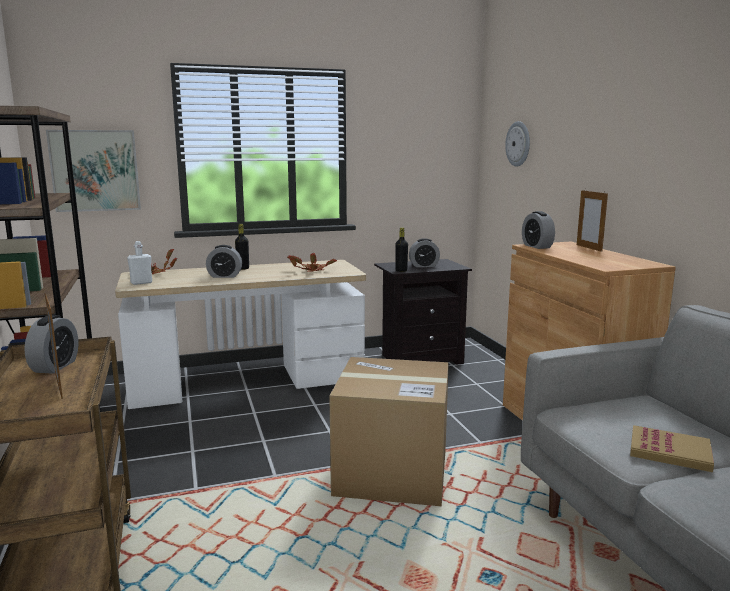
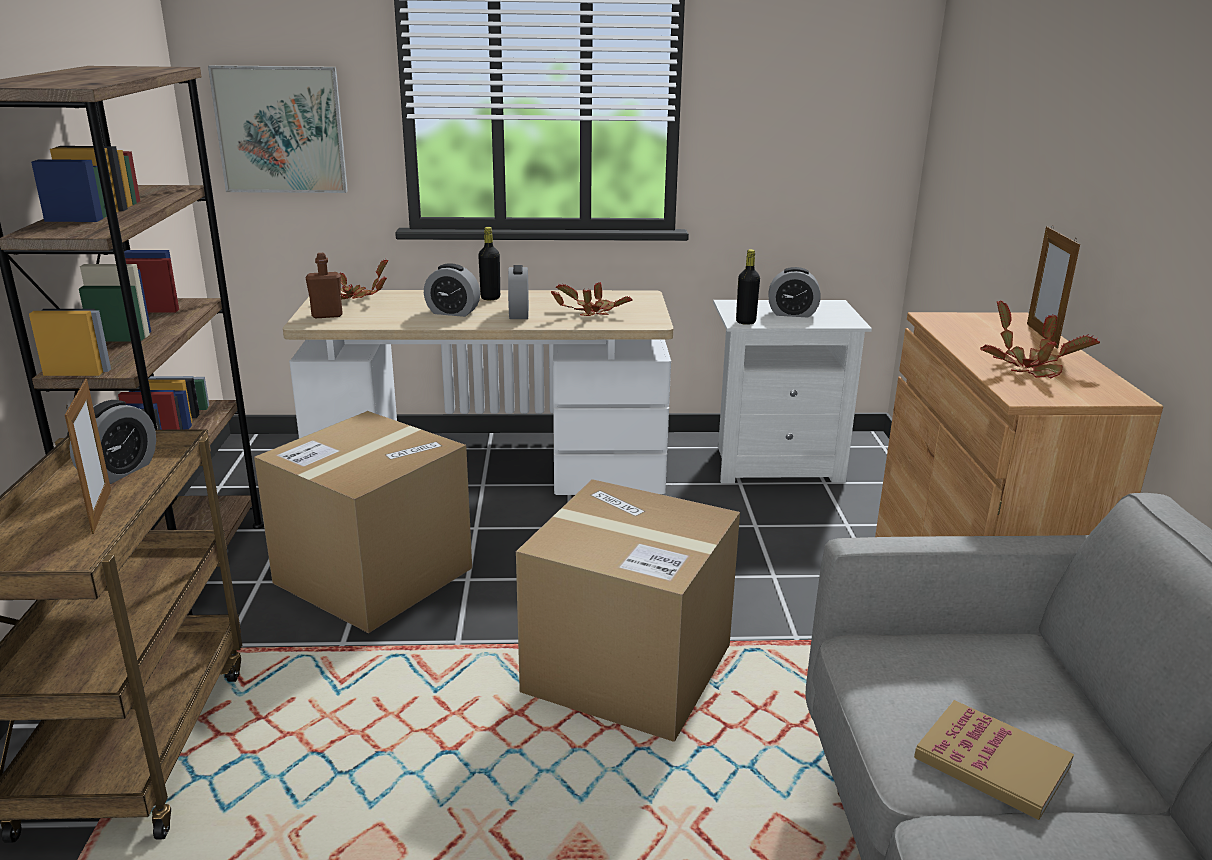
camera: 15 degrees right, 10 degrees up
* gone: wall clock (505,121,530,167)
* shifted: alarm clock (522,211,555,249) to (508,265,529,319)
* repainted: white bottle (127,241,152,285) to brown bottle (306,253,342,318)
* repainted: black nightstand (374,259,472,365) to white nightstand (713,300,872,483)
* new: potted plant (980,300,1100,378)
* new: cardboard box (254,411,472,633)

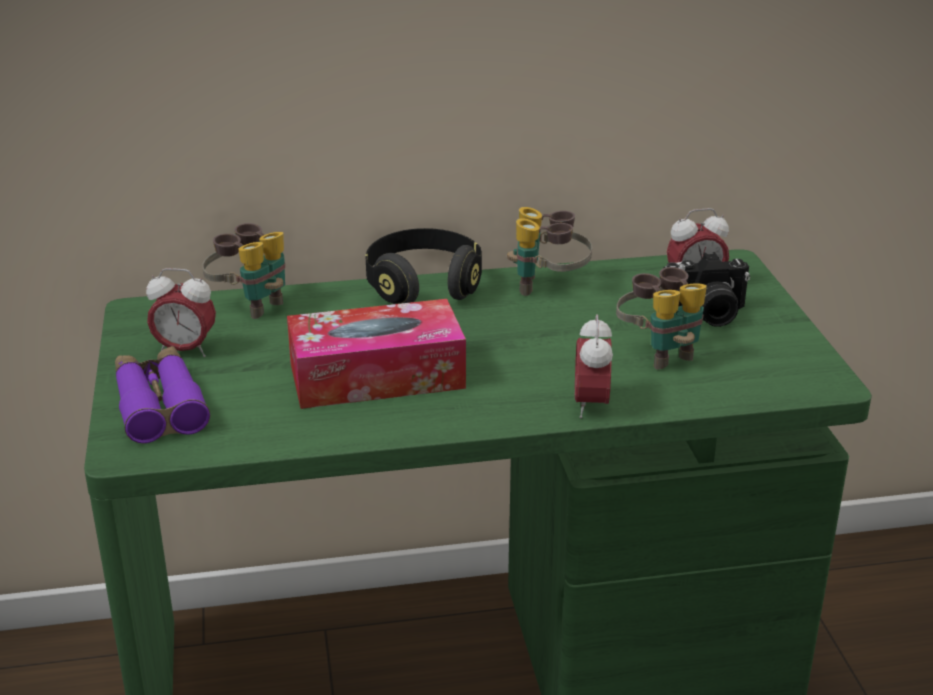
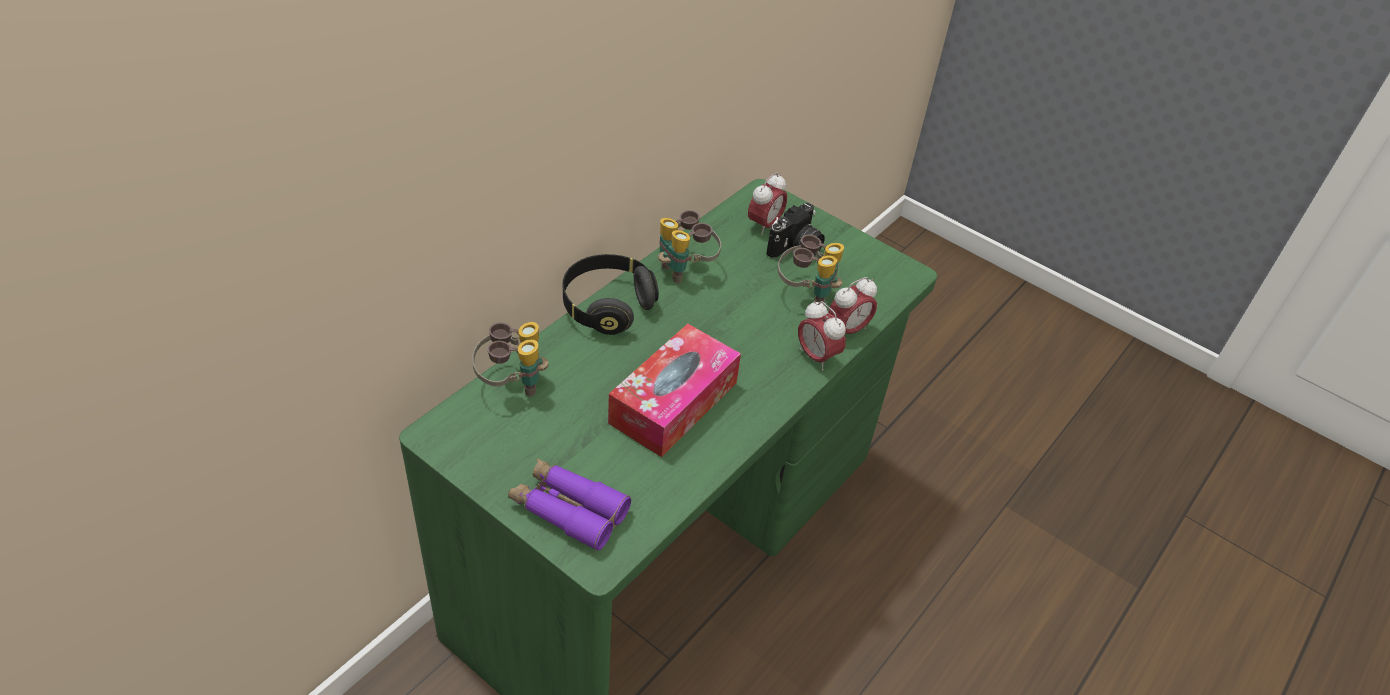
camera: 45 degrees left, 15 degrees up
* shifted: alarm clock (146,268,216,357) to (828,277,877,334)

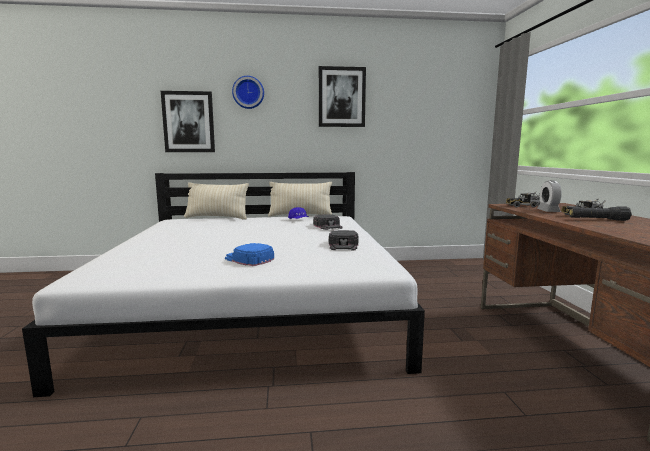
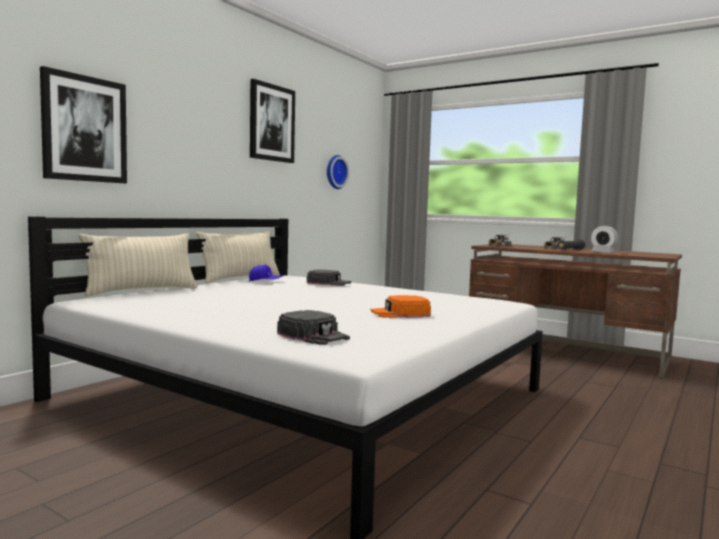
camera: 50 degrees left, 5 degrees down
* shifted: wall clock (232,76,264,109) to (327,155,349,189)
* shifted: alarm clock (537,180,562,212) to (591,225,618,253)
* shifted: black cap (329,230,358,251) to (277,310,350,345)
* repainted: blue cap (225,243,274,266) to orange cap (371,295,431,318)

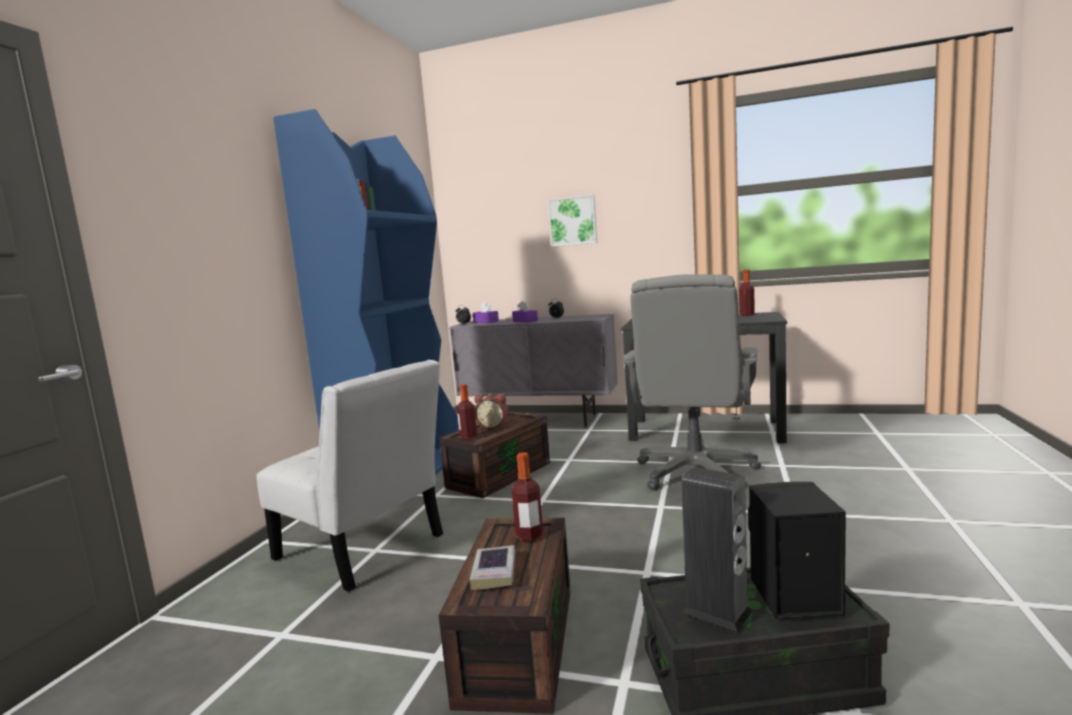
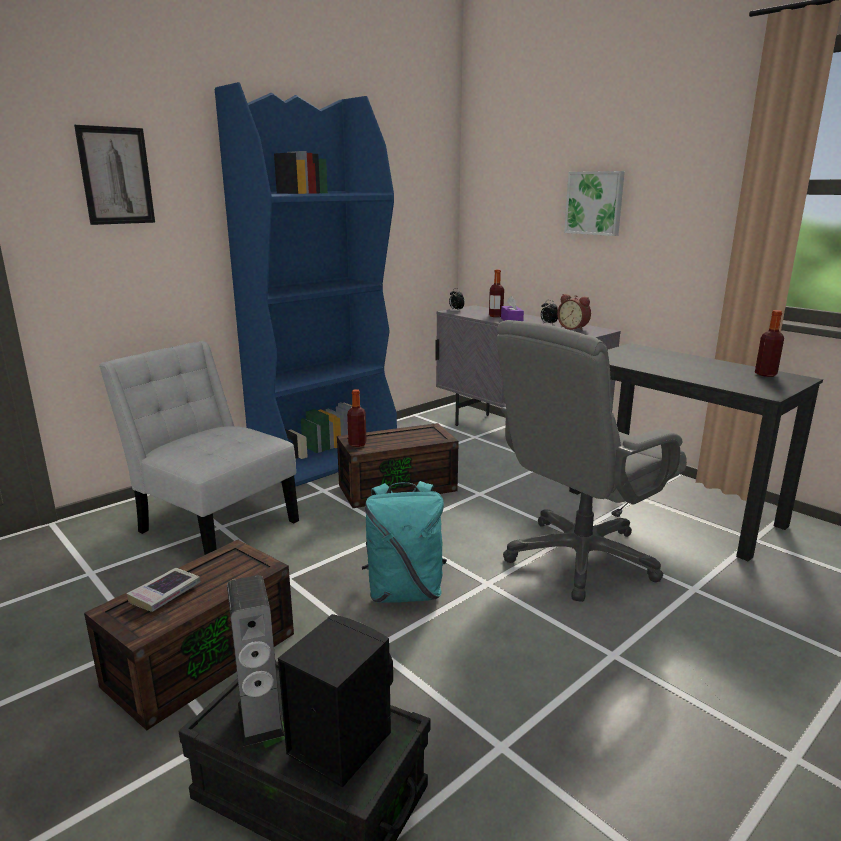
camera: 30 degrees right, 10 degrees up
* gone: purple tissue box (473,302,499,323)
* rotated: white chair (256,360,443,592) = (99,341,299,555) 150 degrees clockwise
* shifted: alarm clock (474,394,508,429) to (557,294,591,331)
* shifted: bottle (512,452,543,541) to (489,269,504,317)
* new: picture (74,125,155,225)
* new: turquoise backpack (362,481,447,603)

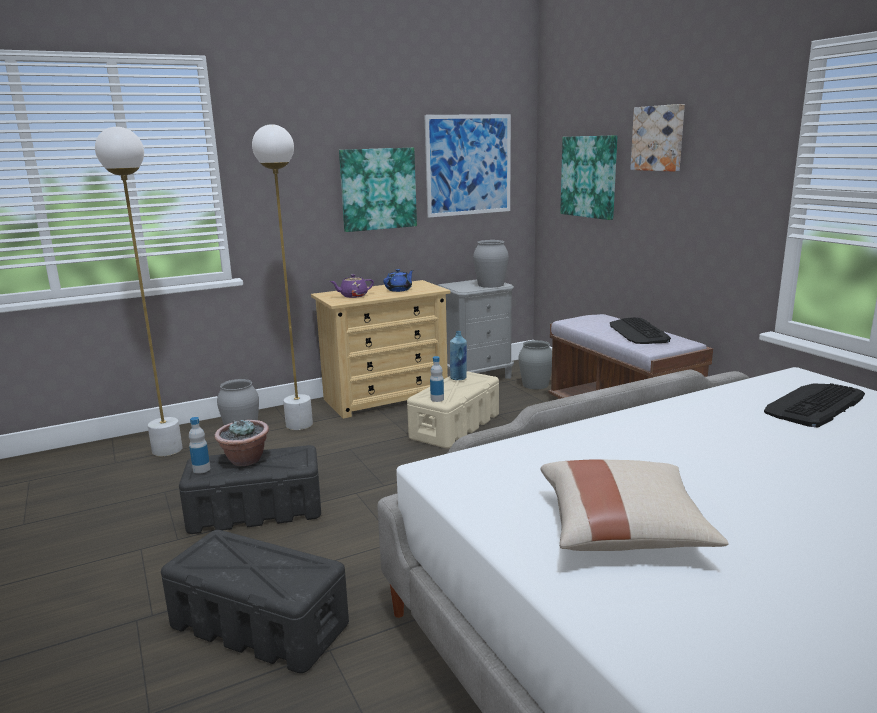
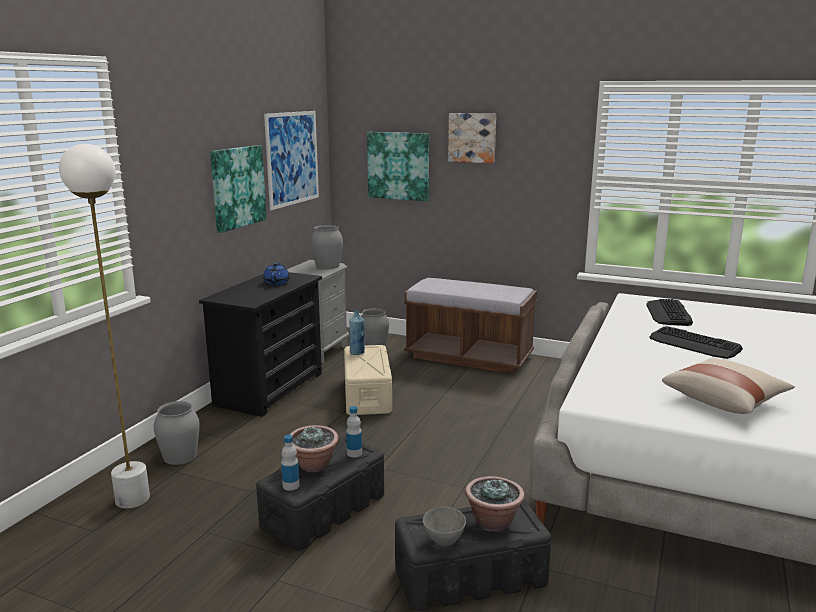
camera: 40 degrees left, 0 degrees up
* gone: white floor lamp (252,124,313,430)
* gone: purple teapot (330,274,374,298)
* repainted: beige dresser (311,280,451,419) to black dresser (199,272,322,417)
* shifted: keyboard (610,317,671,344) to (649,326,743,359)
* shifted: bottle (430,356,444,402) to (346,406,362,458)
* new: potted plant (465,476,524,531)
* new: grey bowl (423,507,466,546)

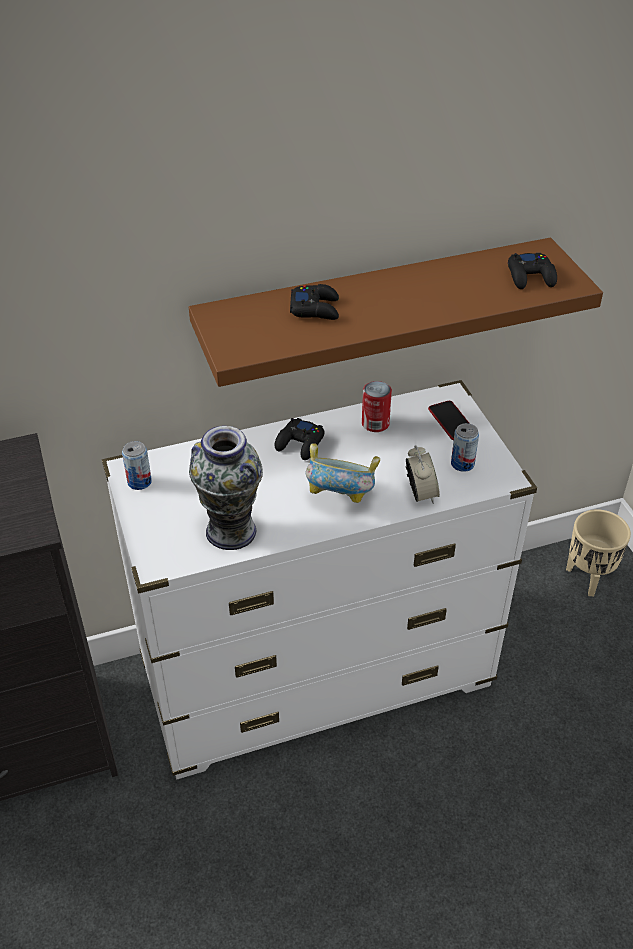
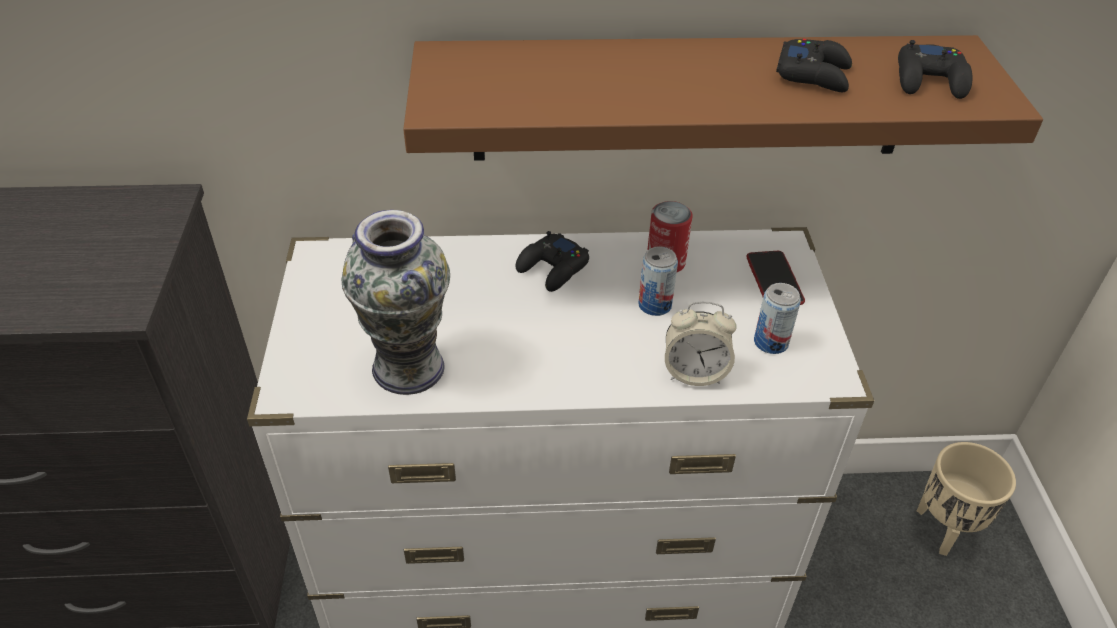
camera: 15 degrees right, 0 degrees up
* shifted: black game controller (290,284,339,320) to (776,39,852,92)
* shifted: can (122,441,152,490) to (638,246,678,316)
* gone: bowl (305,443,380,503)
* rotated: alarm clock (406,445,440,504) = (665,301,737,386) 90 degrees clockwise

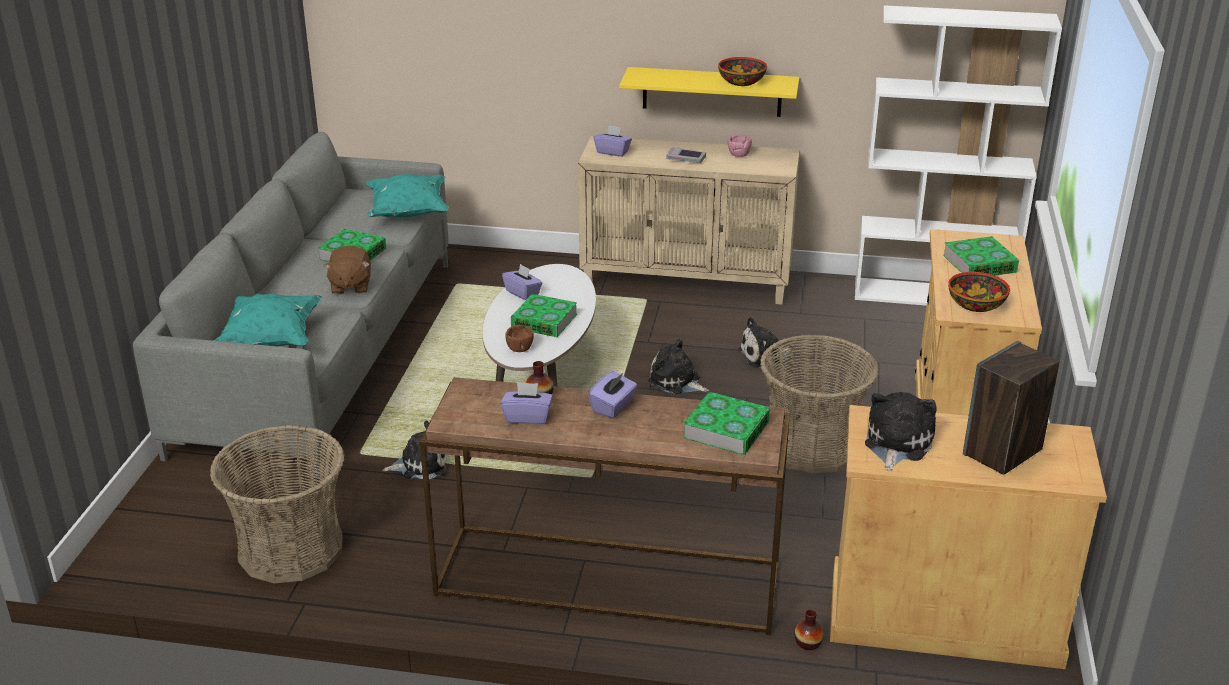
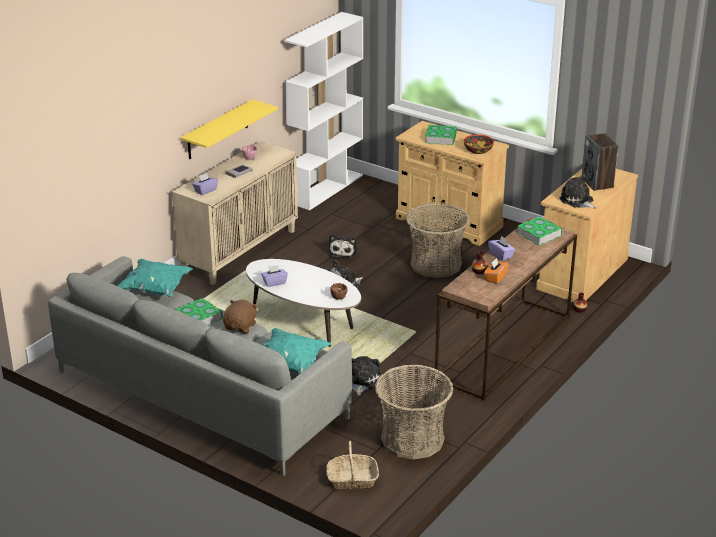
camera: 65 degrees left, 0 degrees up
* gone: bowl (718,57,767,86)
* rotated: brown plush toy (323,246,371,295) = (223,300,258,333) 90 degrees counterclockwise
* gone: book (511,294,577,337)
* repainted: purple tissue box (500,382,553,425) to orange tissue box (484,258,508,284)
* new: basket (326,441,379,489)

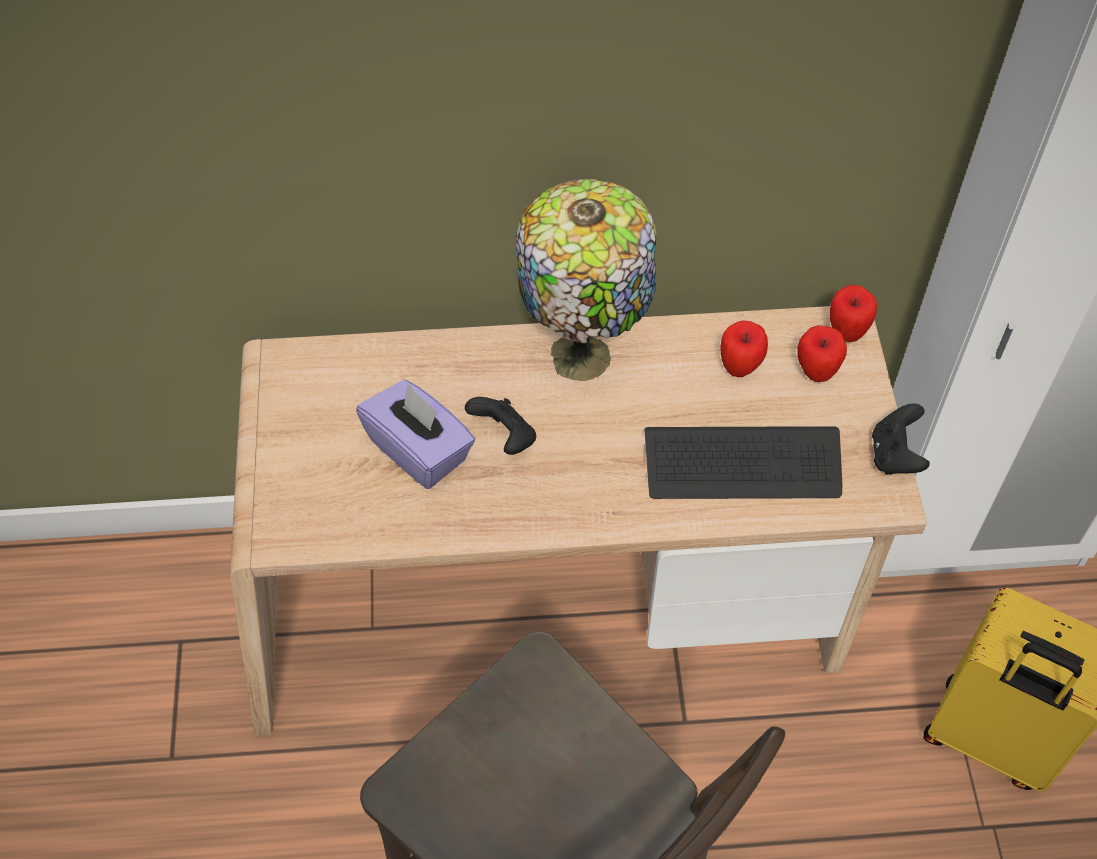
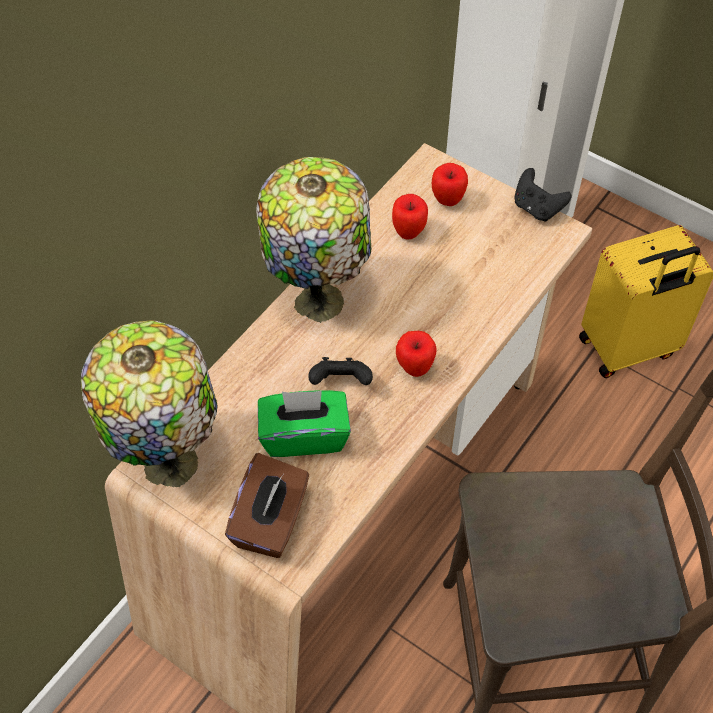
camera: 50 degrees left, 0 degrees up
* shifted: apple (830,285,877,342) to (396,331,436,377)
* repainted: purple tissue box (356,380,475,489) to green tissue box (258,390,351,457)
* gone: keyboard (645,426,842,499)
* new: table lamp (81,320,217,487)
* new: brown tissue box (225,453,309,558)

